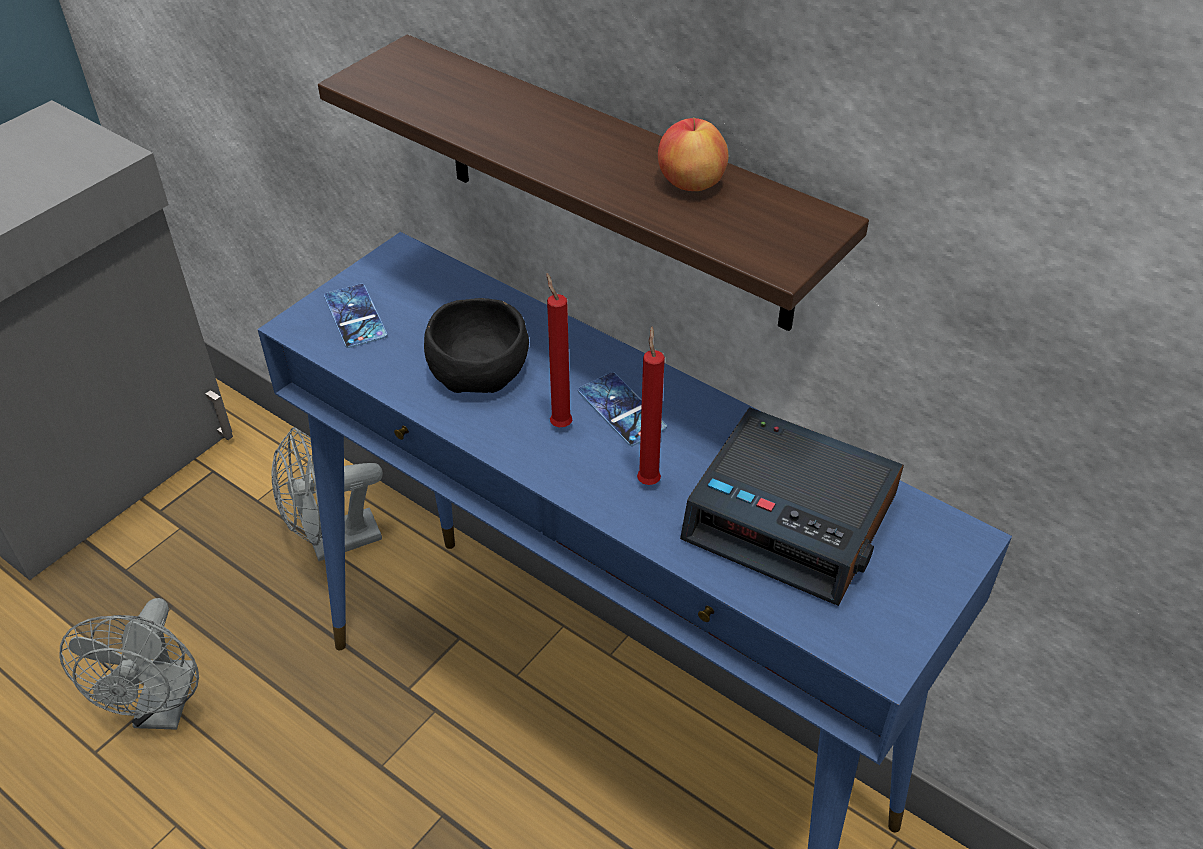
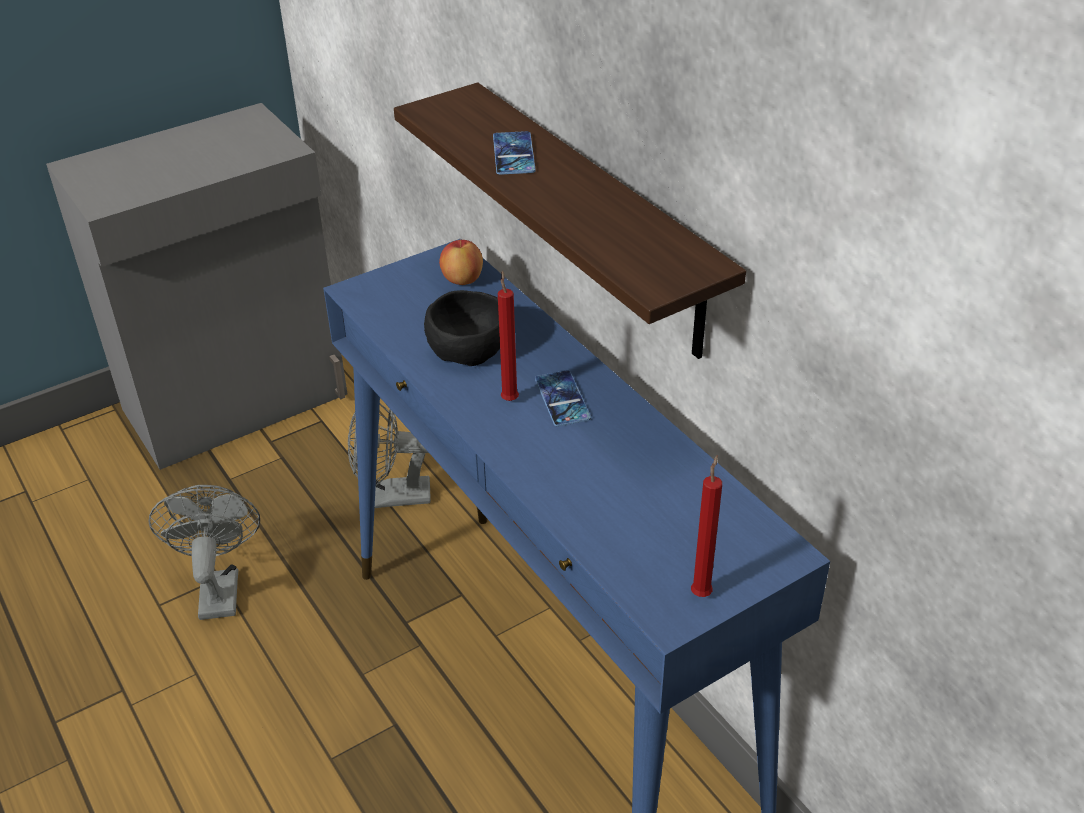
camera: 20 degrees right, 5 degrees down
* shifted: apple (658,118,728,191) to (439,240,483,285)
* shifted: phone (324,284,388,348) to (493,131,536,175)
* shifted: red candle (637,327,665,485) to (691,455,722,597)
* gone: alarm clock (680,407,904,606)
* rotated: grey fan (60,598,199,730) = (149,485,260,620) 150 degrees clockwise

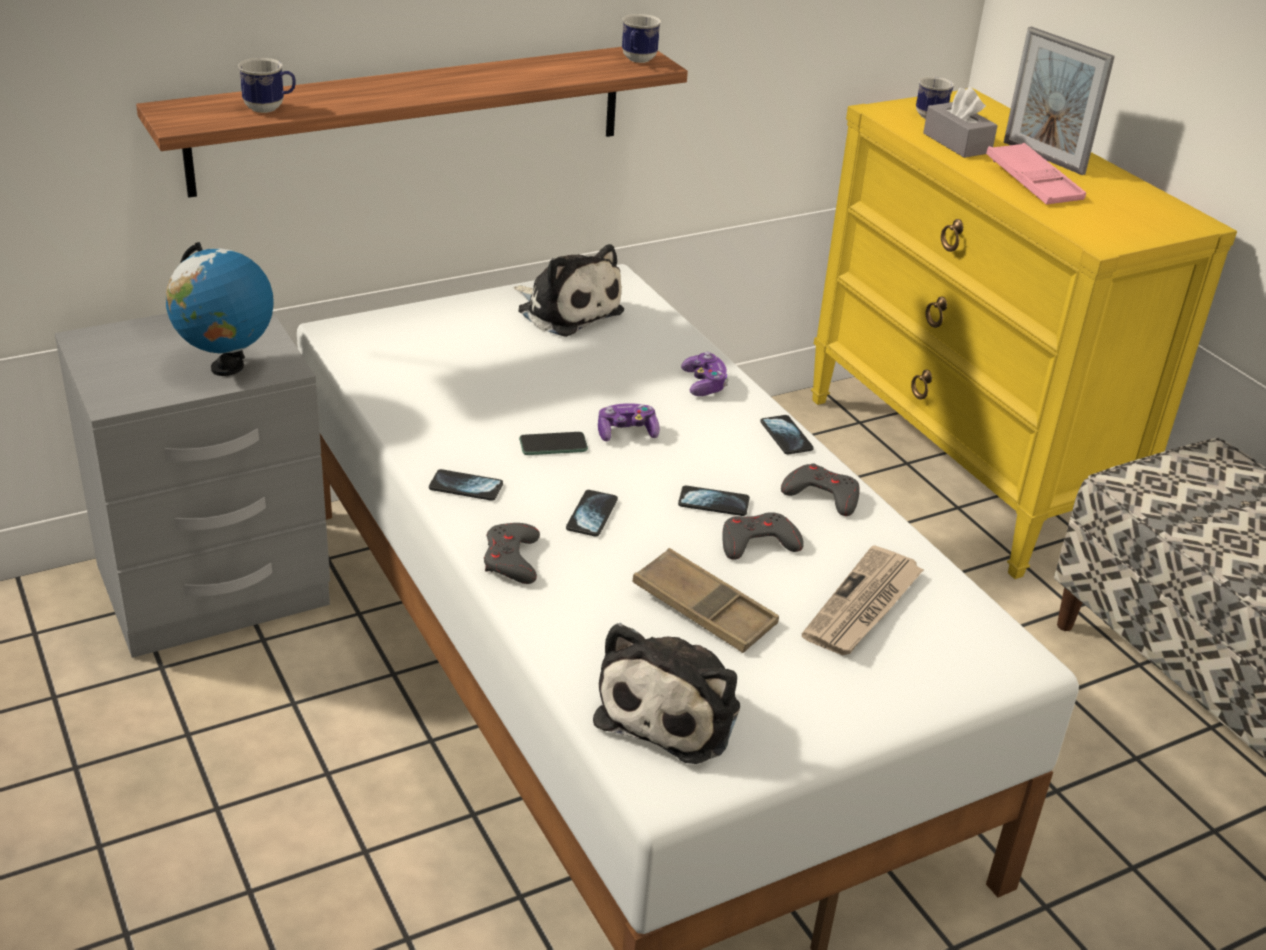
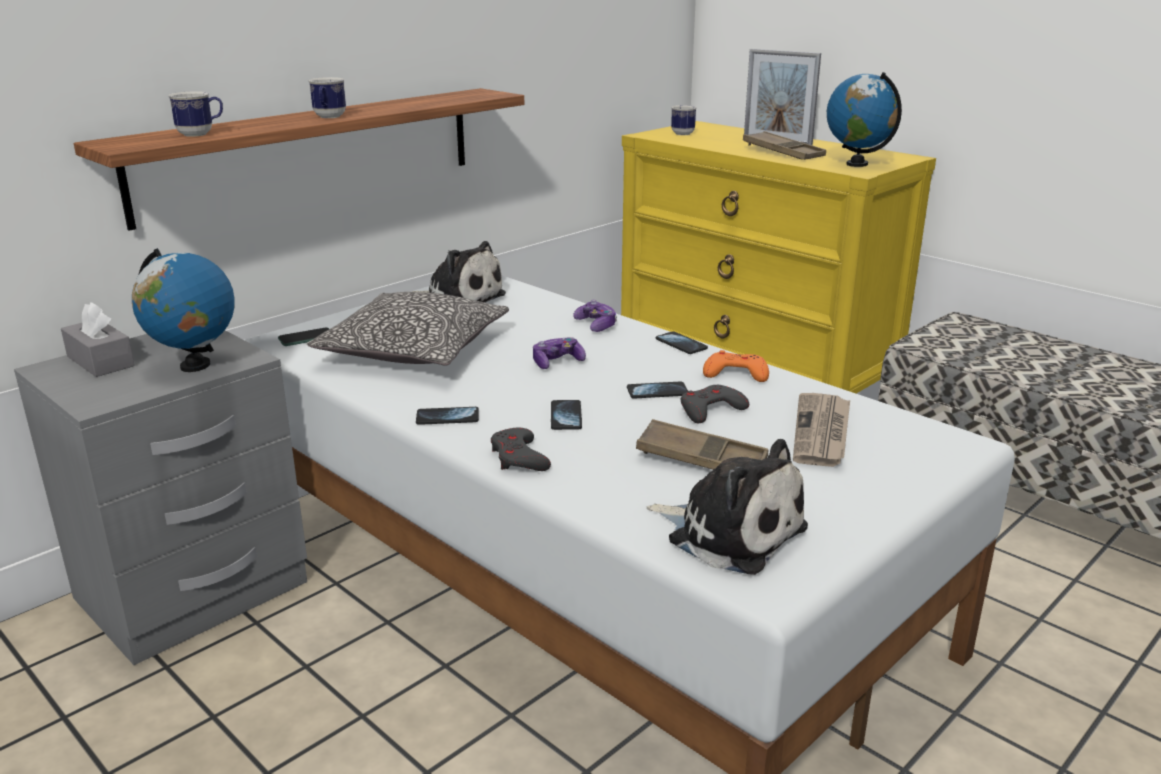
camera: 15 degrees left, 10 degrees down
* shifted: mug (622,14,661,63) to (308,77,346,118)
* shifted: grey tissue box (923,87,998,158) to (61,302,135,377)
* repainted: pink tray (986,143,1086,205) to brown tray (743,131,826,160)
* shifted: phone (519,432,588,455) to (278,328,329,346)
* repainted: grey game controller (781,463,860,516) to orange game controller (703,350,769,382)
* rotated: plush toy (593,623,740,764) = (647,439,808,575) 60 degrees counterclockwise
* new: globe (827,72,902,167)
* new: pillow (307,292,509,366)

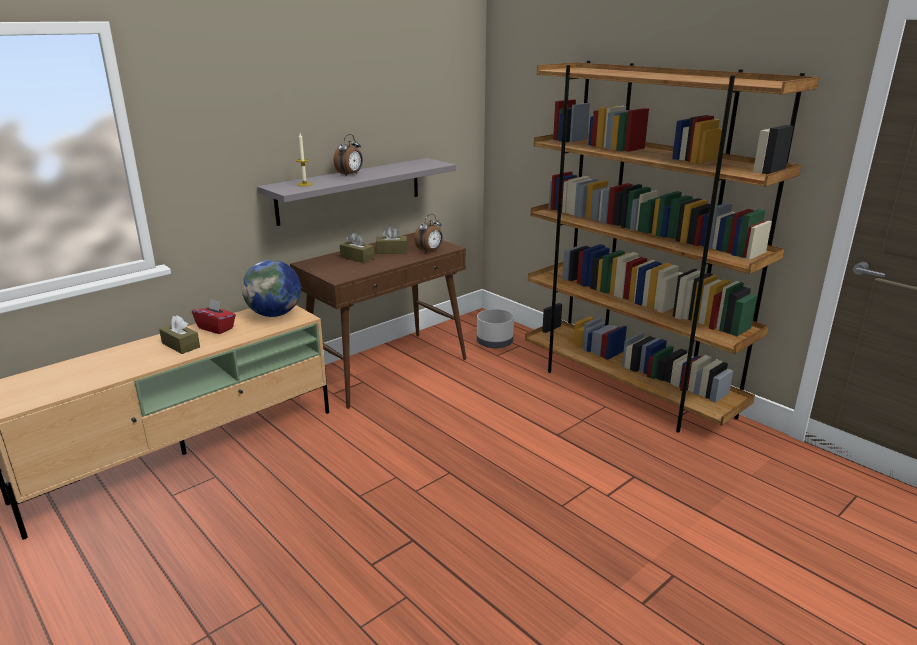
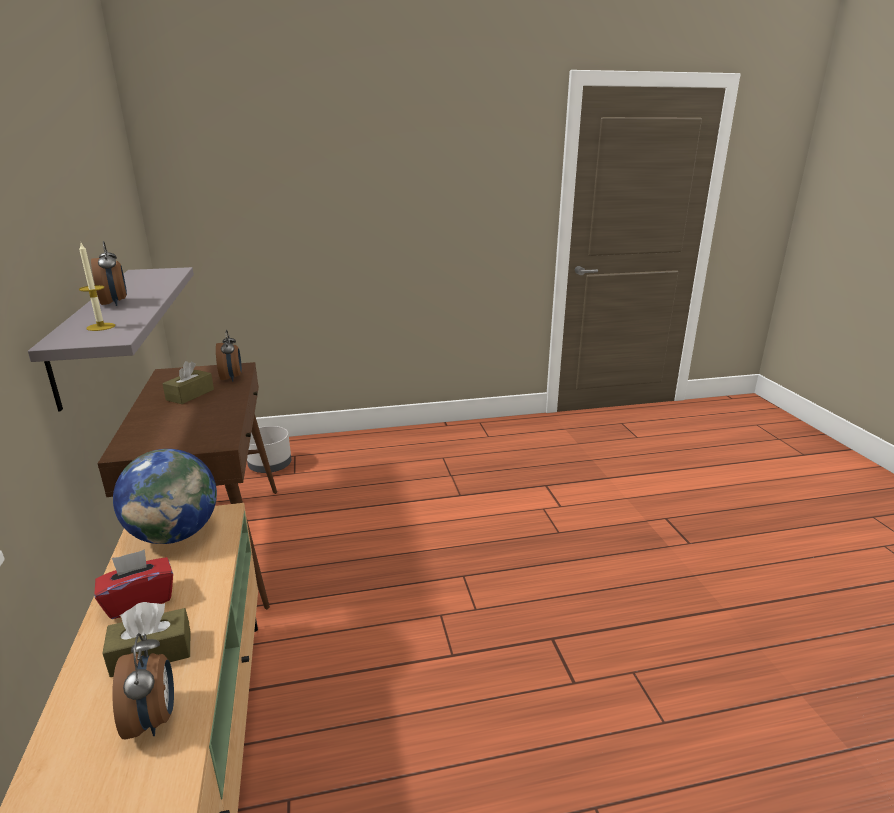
camera: 60 degrees left, 0 degrees up
* gone: brown bookcase (525,61,819,433)
* gone: brown tissue box (340,233,375,263)
* new: alarm clock (112,633,174,740)

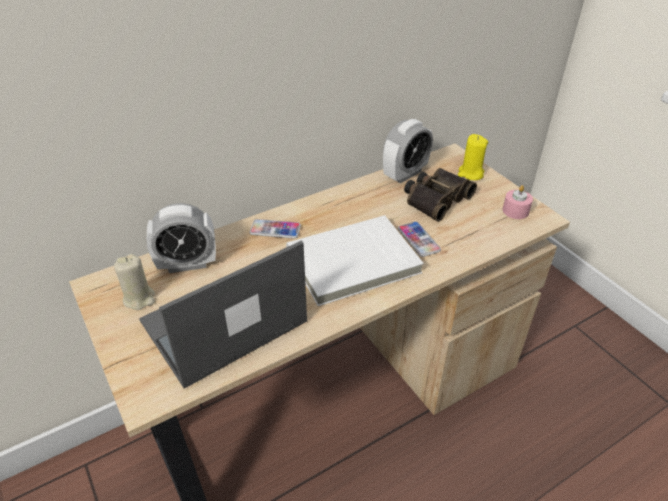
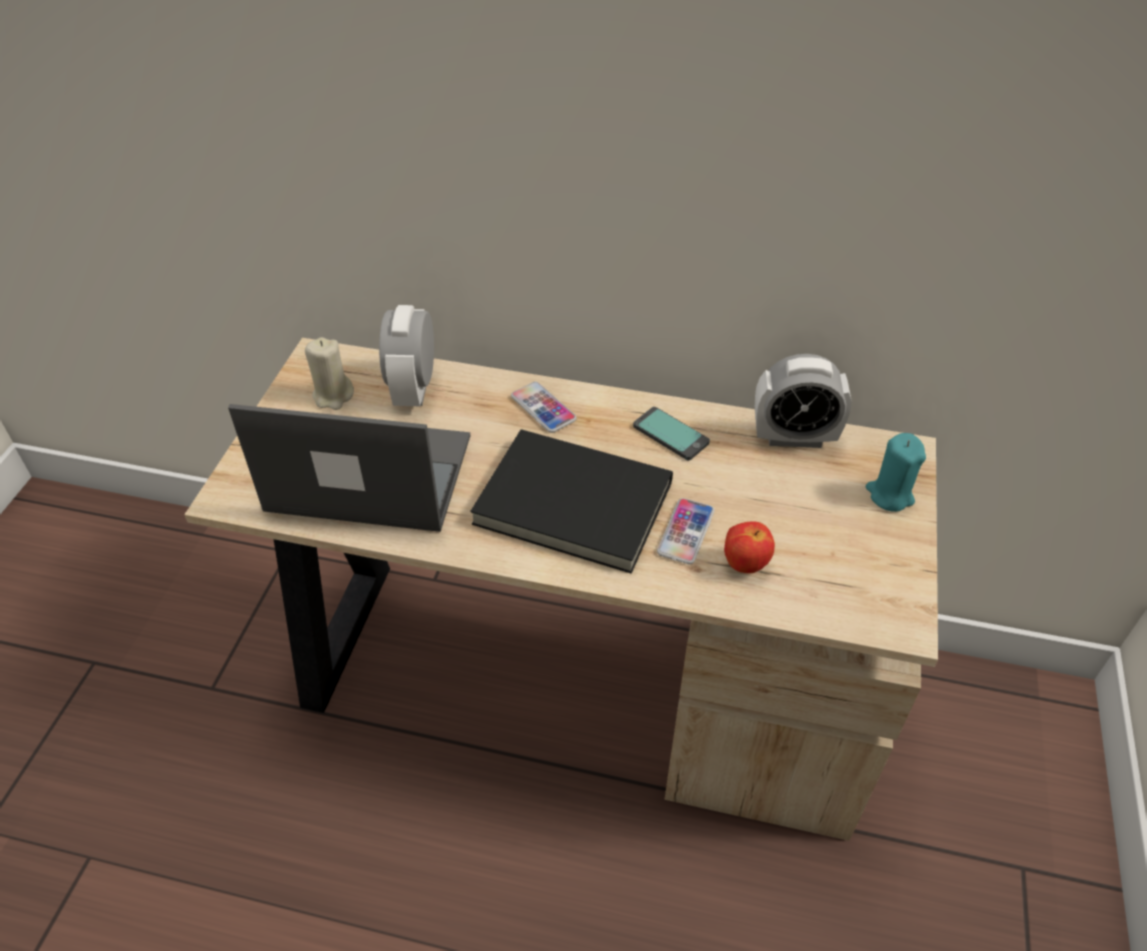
camera: 45 degrees right, 5 degrees up
* repainted: yellow candle (458,134,488,180) to turquoise candle (866,433,926,512)
* gone: binoculars (404,168,477,222)
* gone: pink candle (503,185,533,219)
* rotated: alarm clock (147,203,216,273) = (379,305,434,406) 60 degrees clockwise
* repainted: white book (286,215,424,306) to black book (470,429,673,573)
* new: phone (633,407,710,460)
* new: apple (724,521,775,573)

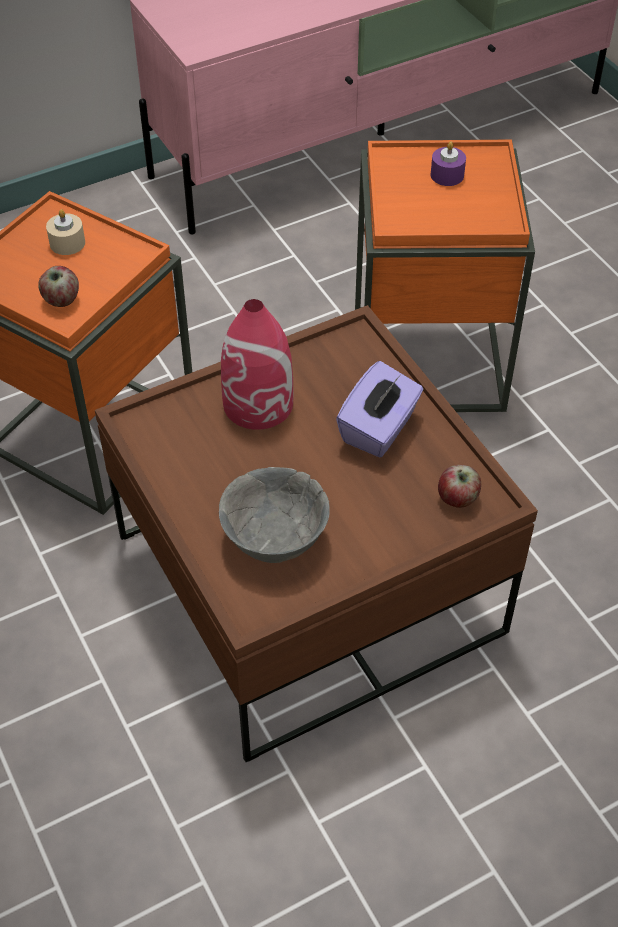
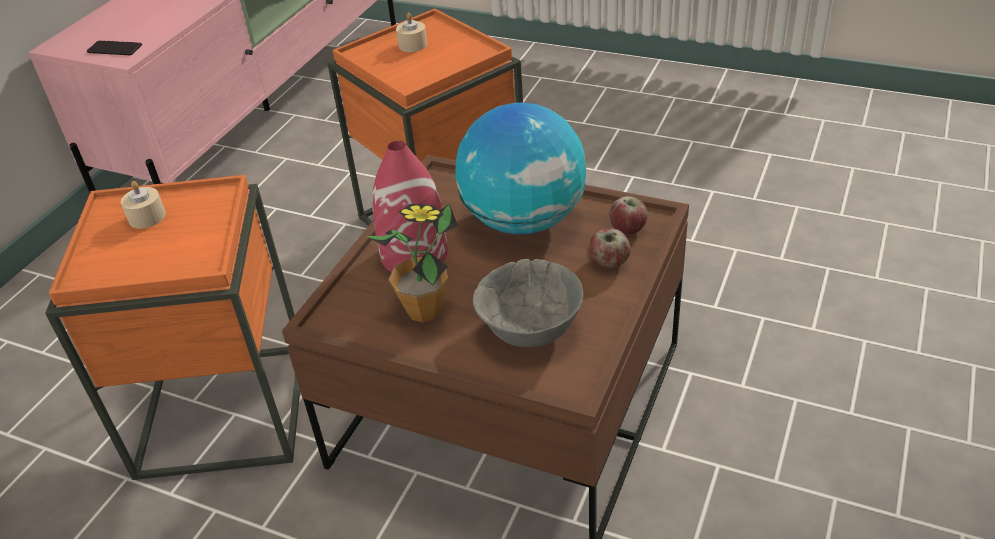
camera: 35 degrees left, 10 degrees down
* repainted: purple candle (431,142,466,186) to beige candle (396,12,427,52)
* shifted: apple (38,266,79,307) to (590,228,631,268)
* swapped: purple tissue box (336,361,423,458) to globe (455,103,586,235)
* new: phone (87,40,142,55)
* new: potted plant (365,203,458,322)

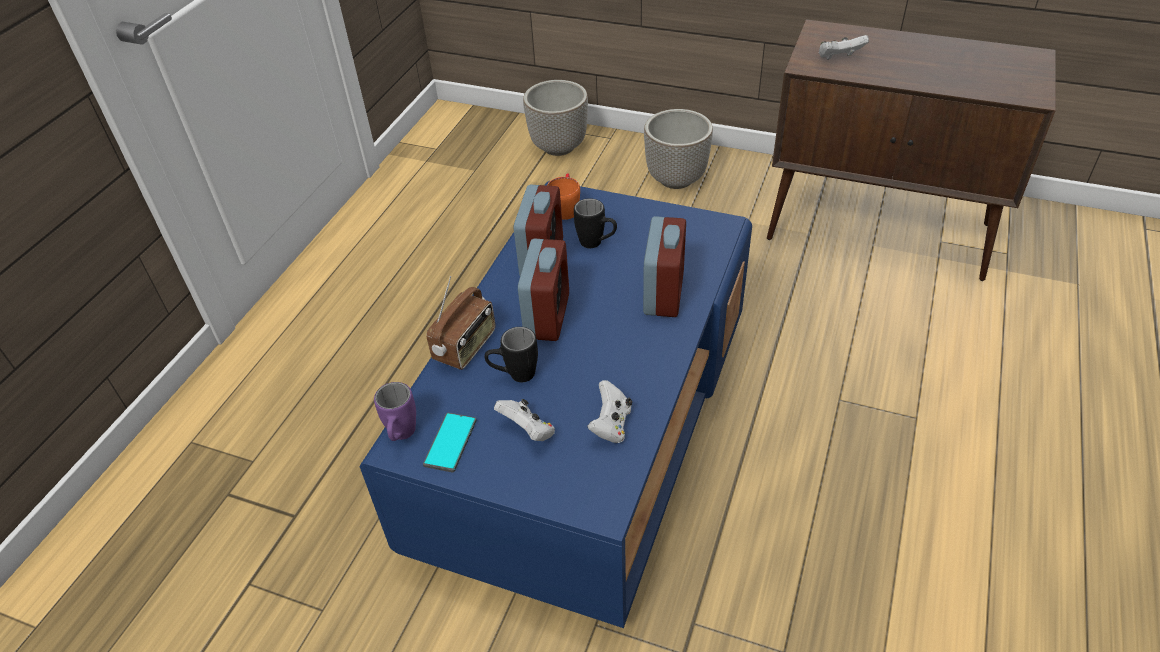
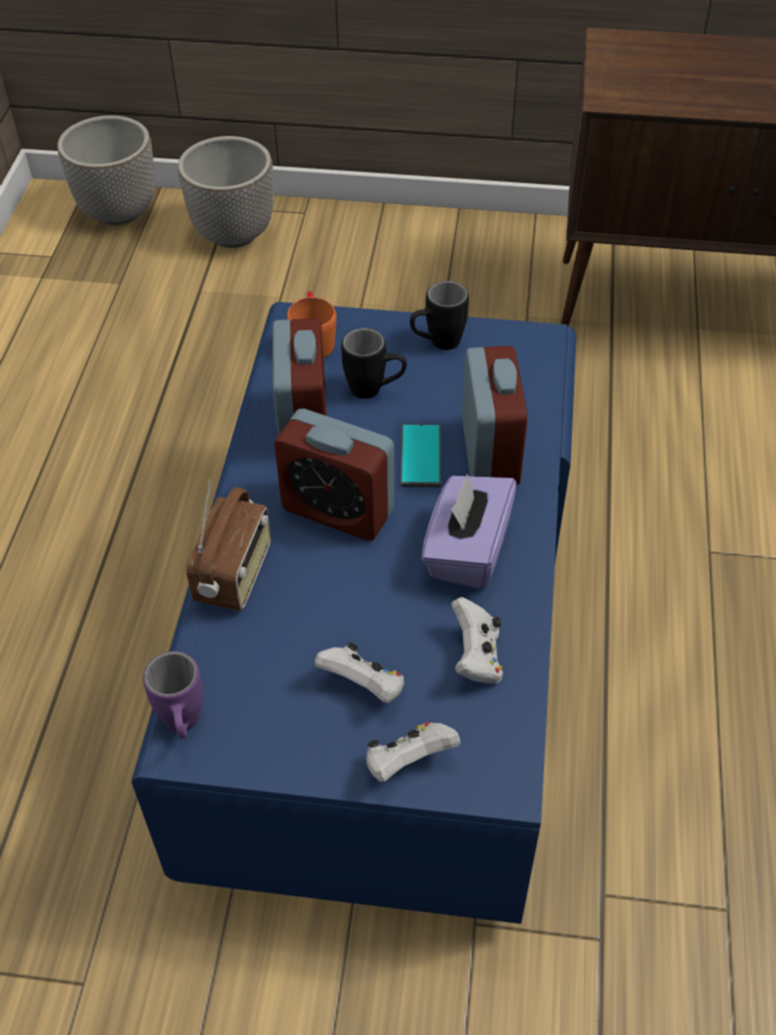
camera: 15 degrees left, 5 degrees up
* shifted: white game controller (819,35,869,60) to (366,722,460,782)
* shifted: planter (644,109,713,189) to (57,115,155,226)
* rotated: alarm clock (518,239,569,341) = (274,409,394,541) 120 degrees clockwise
* shifted: black mug (484,327,538,382) to (410,281,469,350)
* shifted: phone (423,413,477,473) to (400,424,441,487)
* new: purple tissue box (422,474,517,589)

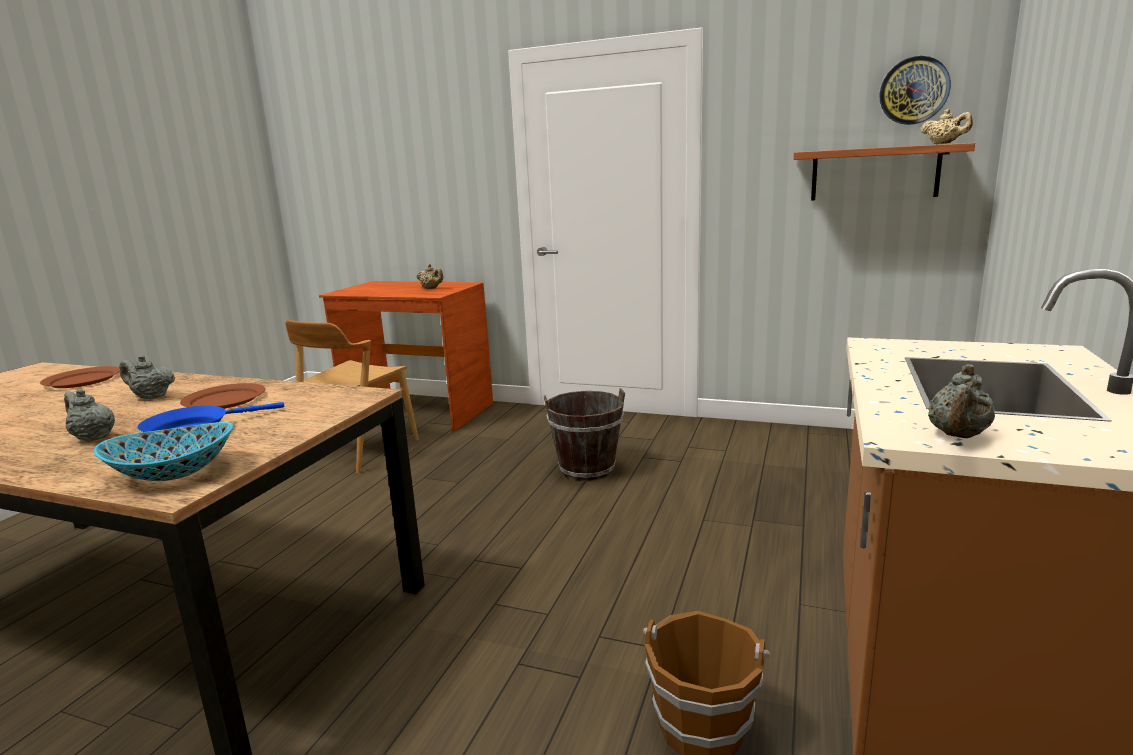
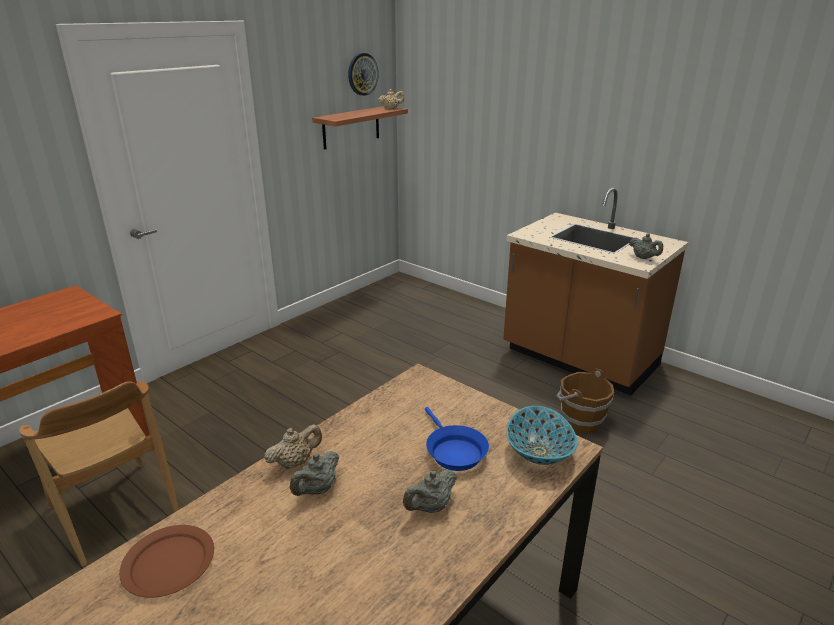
camera: 70 degrees left, 10 degrees up
* shifted: beige teapot (417,264,443,289) to (264,424,322,470)
* gone: brown plate (180,383,265,409)
* gone: brown bucket (544,389,625,481)

